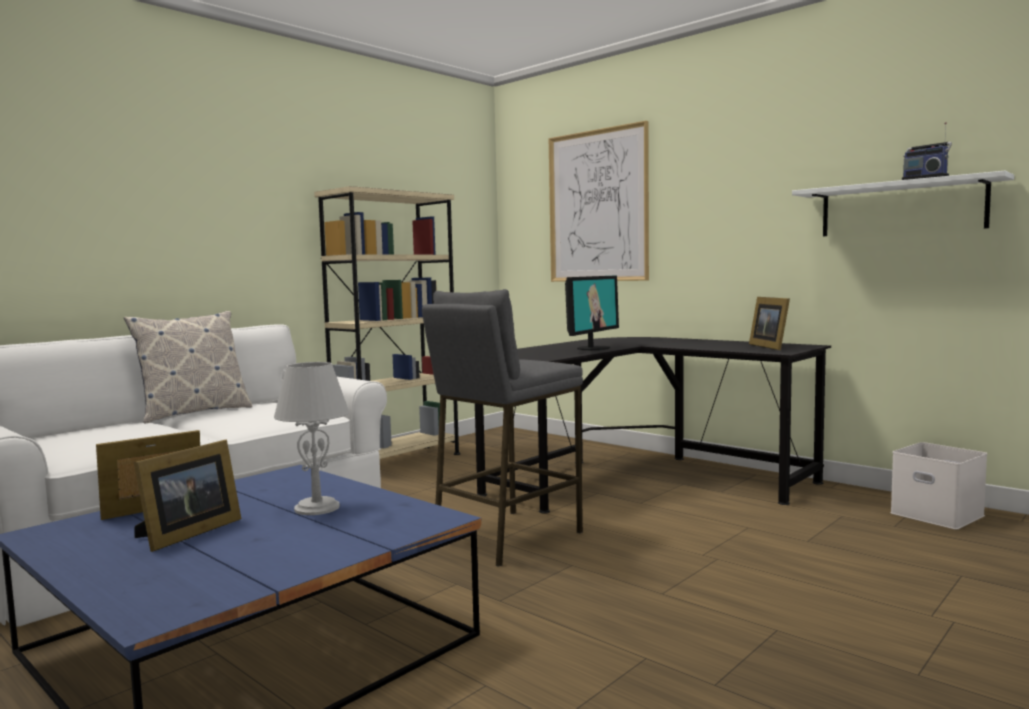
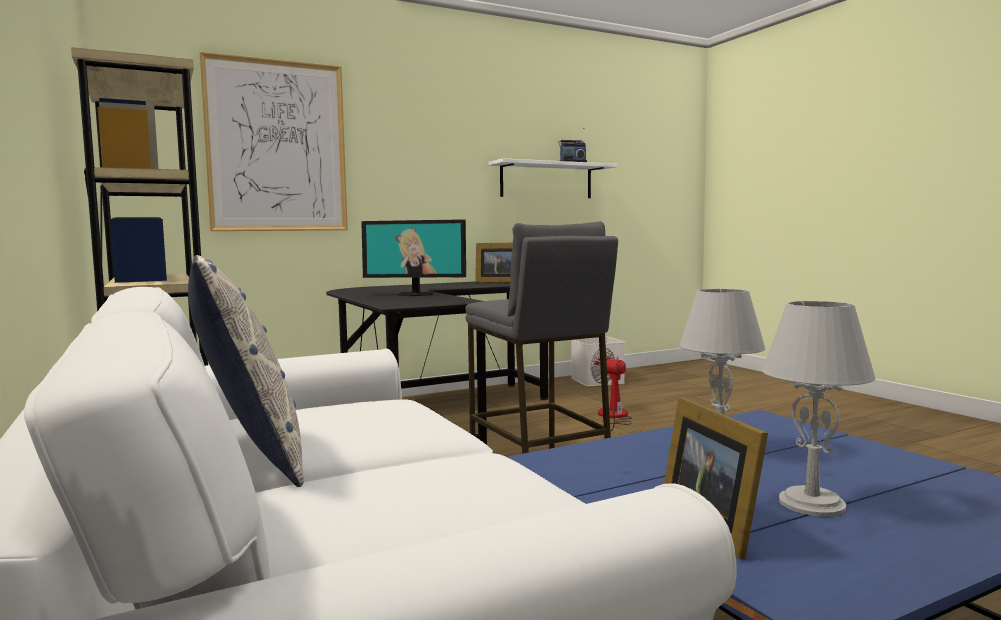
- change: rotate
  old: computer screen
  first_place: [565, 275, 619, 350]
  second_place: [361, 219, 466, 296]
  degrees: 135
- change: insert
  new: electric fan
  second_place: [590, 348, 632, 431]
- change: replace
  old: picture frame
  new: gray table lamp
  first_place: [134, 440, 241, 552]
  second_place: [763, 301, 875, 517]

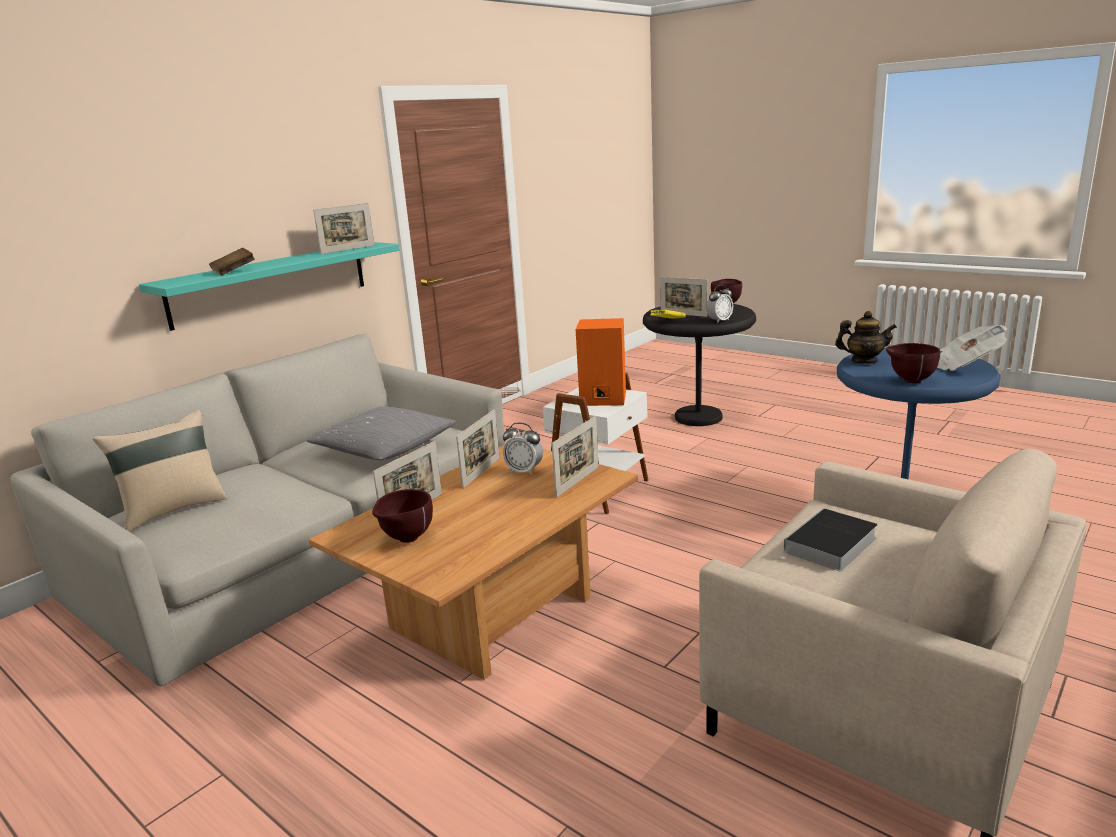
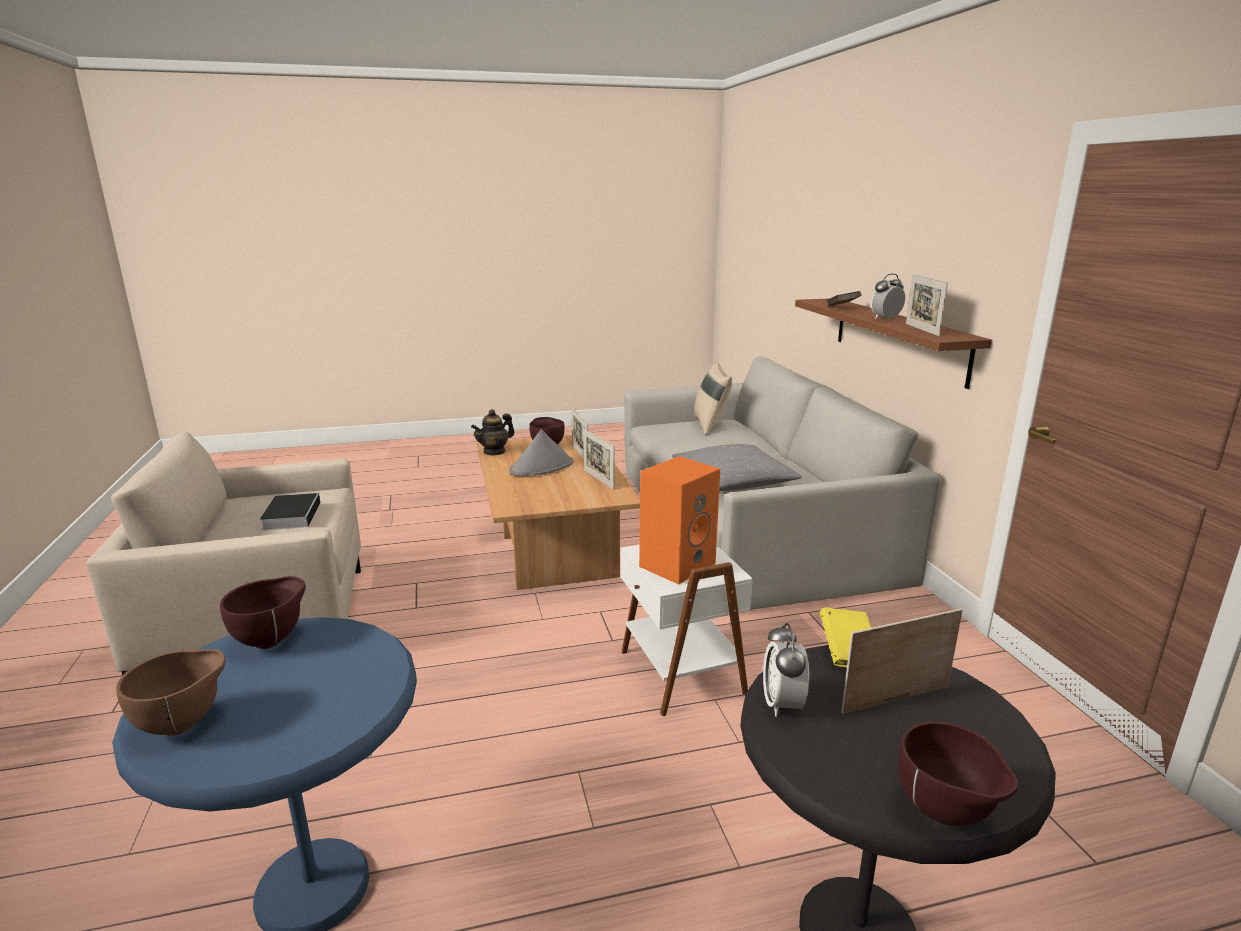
- change: replace
  old: printed paper
  new: brown-coloured bowl
  first_place: [937, 325, 1008, 371]
  second_place: [116, 649, 225, 736]
- change: move
  old: tea pot
  first_place: [835, 311, 897, 364]
  second_place: [471, 409, 515, 456]
- change: insert
  new: gray hat
  second_place: [509, 429, 573, 476]
- change: recolor
  old: blue-green shelf
  new: brown-coloured shelf
  first_place: [139, 242, 399, 331]
  second_place: [795, 298, 992, 389]
- change: move
  old: bedside clock
  first_place: [503, 423, 543, 475]
  second_place: [871, 273, 905, 320]
- change: delete
  old: picture frame
  first_place: [552, 416, 599, 498]

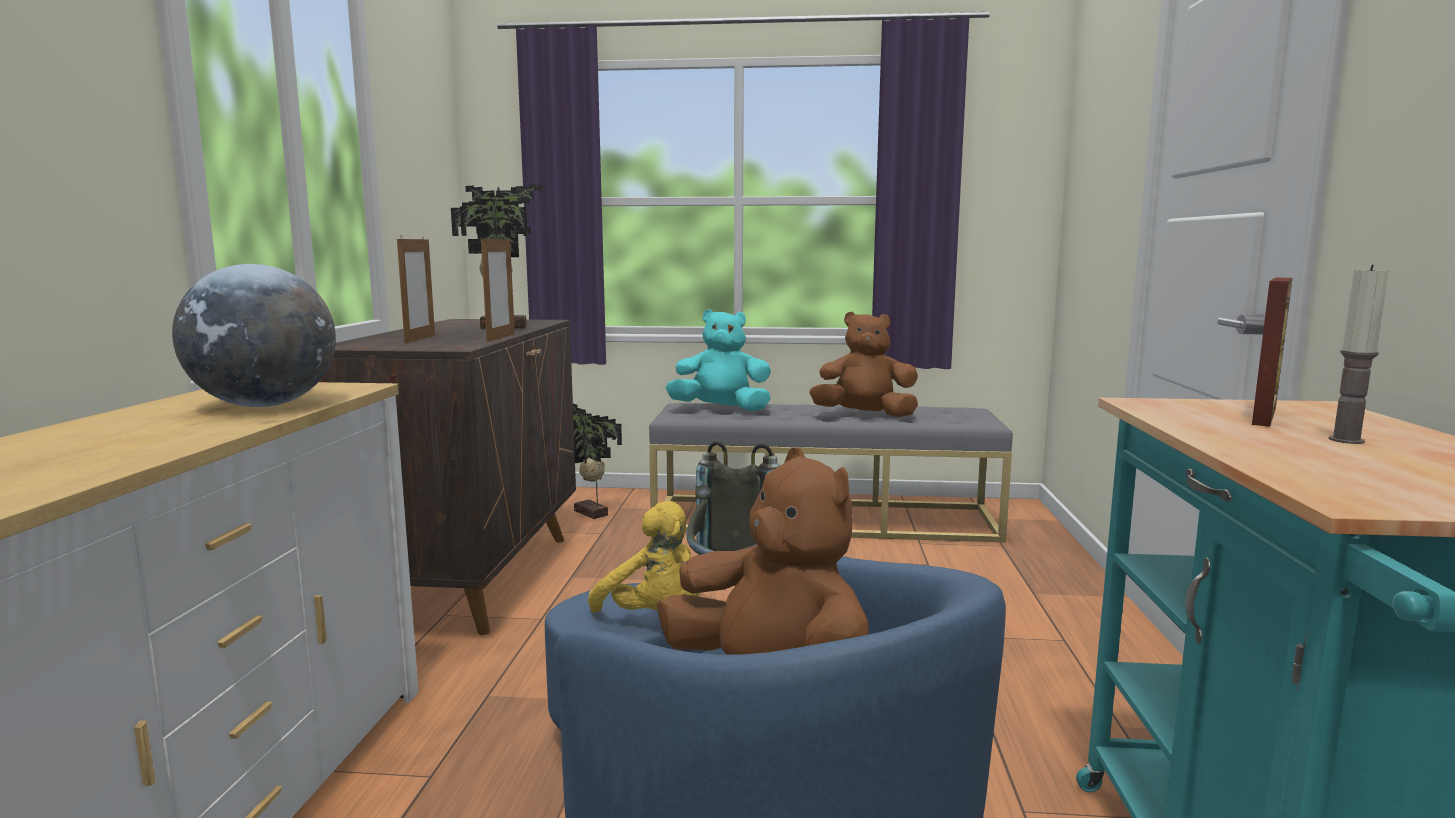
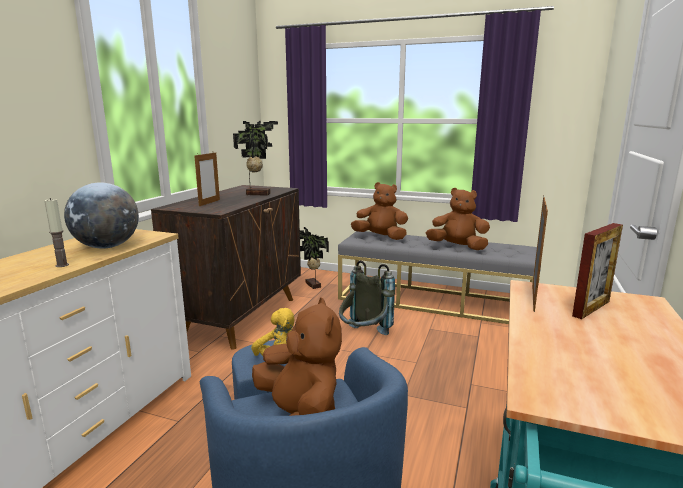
- change: move
  old: candle
  first_place: [1329, 265, 1389, 444]
  second_place: [44, 198, 69, 267]
- change: recolor
  old: blue-green plush toy
  new: brown-coloured plush toy
  first_place: [665, 309, 771, 411]
  second_place: [351, 182, 408, 240]
- change: move
  old: picture frame
  first_place: [481, 236, 515, 342]
  second_place: [532, 196, 548, 312]

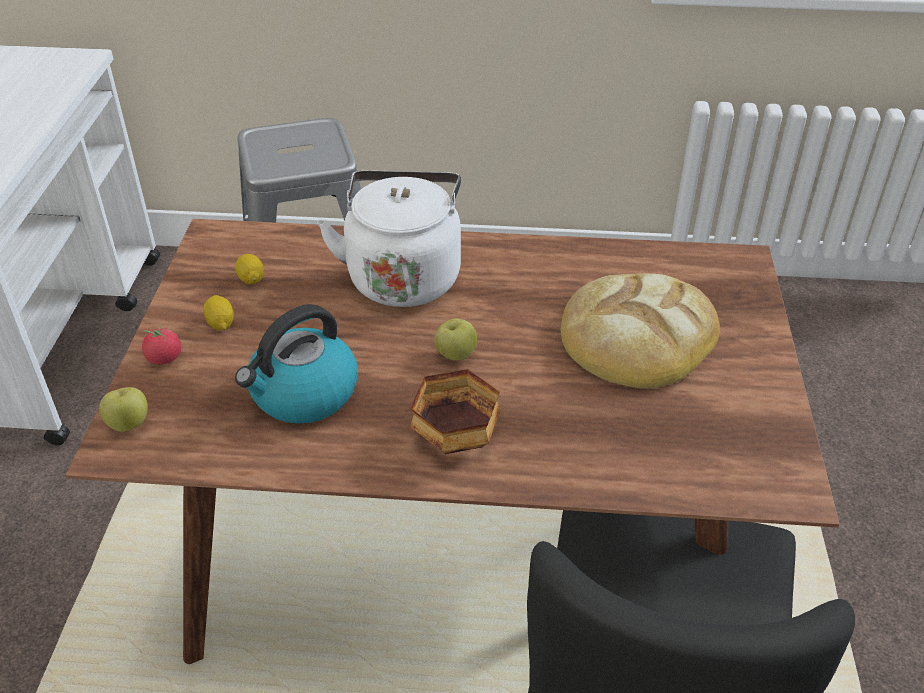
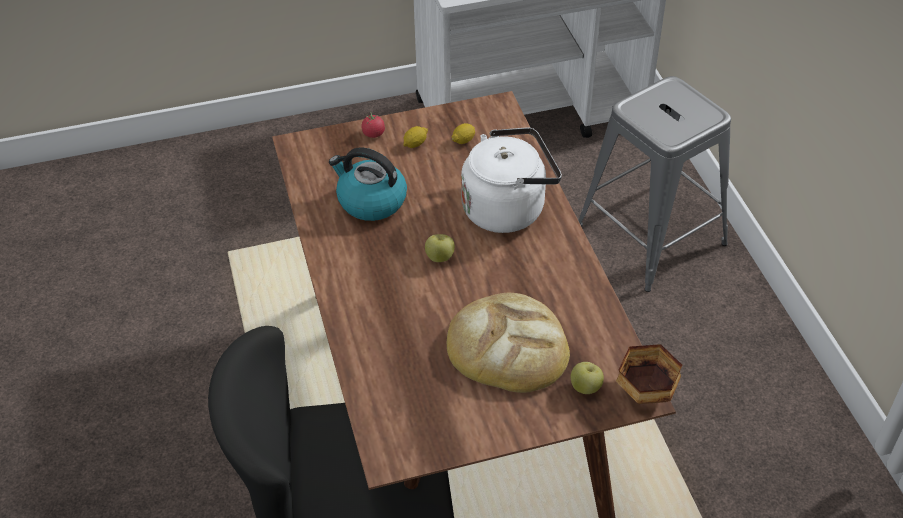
- change: move
  old: apple fruit
  first_place: [99, 387, 148, 432]
  second_place: [571, 362, 604, 394]
- change: move
  old: bowl
  first_place: [410, 369, 500, 454]
  second_place: [616, 344, 682, 404]

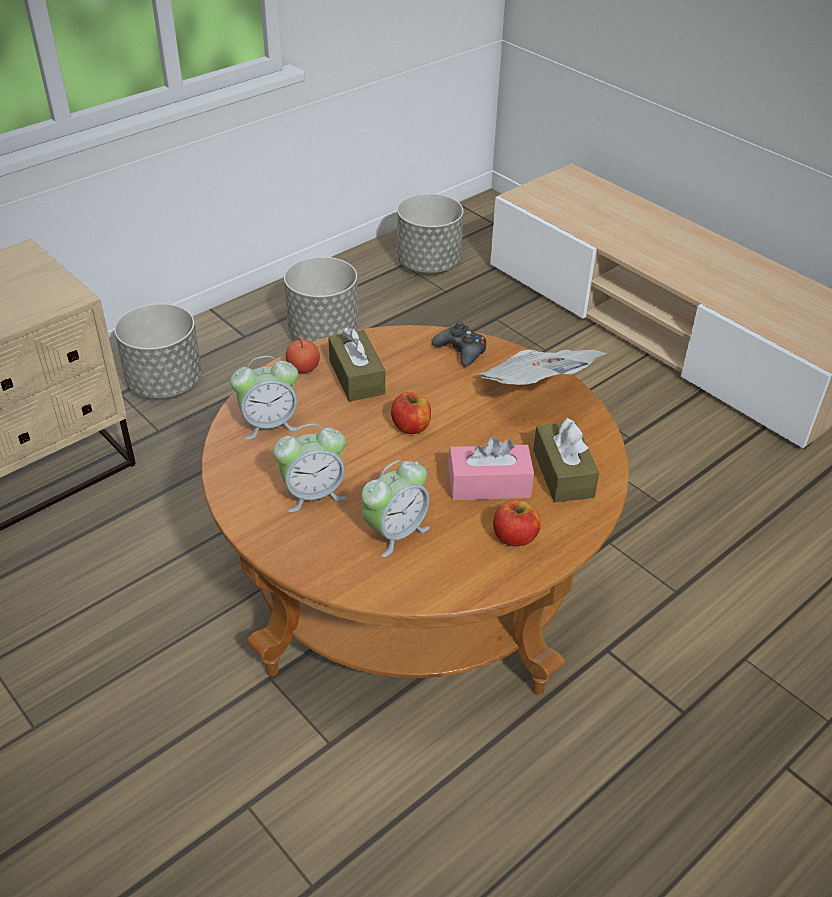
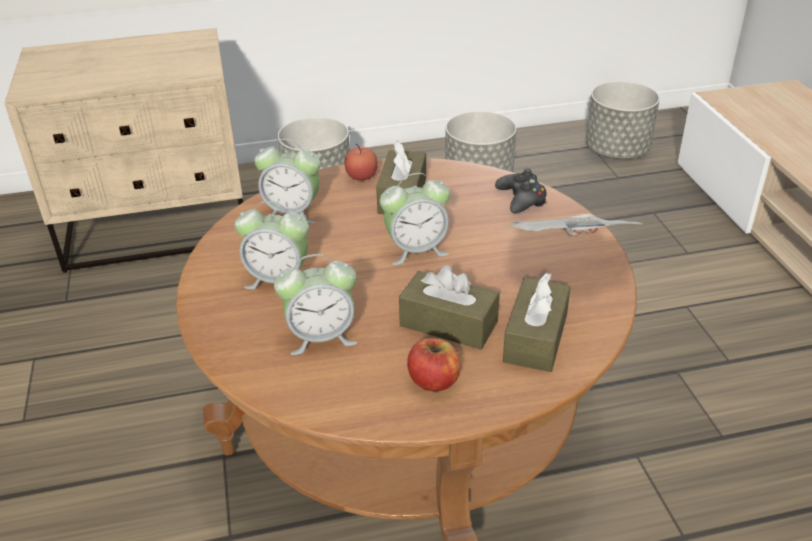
- change: replace
  old: apple fruit
  new: bedside clock
  first_place: [391, 392, 431, 434]
  second_place: [380, 173, 450, 265]
- change: recolor
  old: pink tissue holder
  new: brown-coloured tissue holder
  first_place: [448, 436, 534, 500]
  second_place: [399, 265, 500, 350]

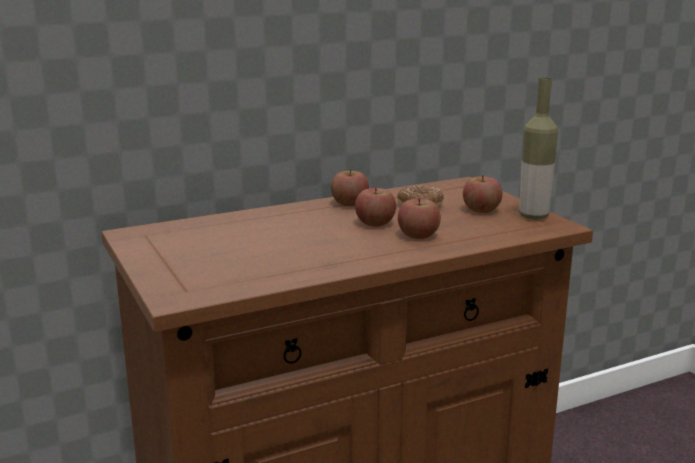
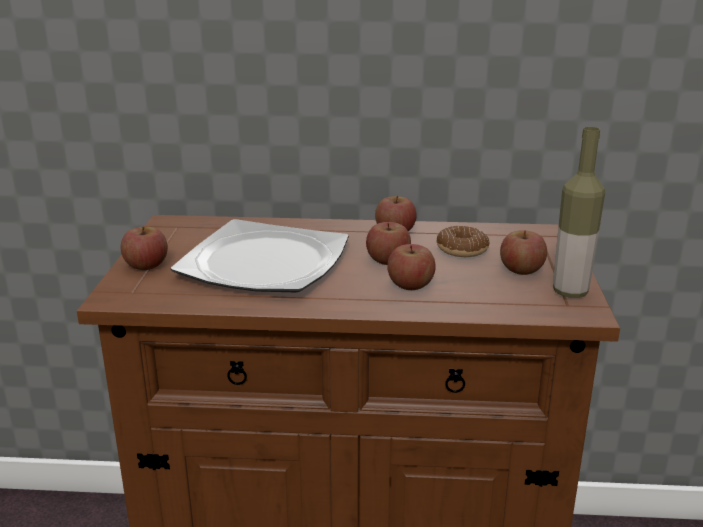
- change: insert
  new: apple fruit
  second_place: [121, 226, 168, 270]
- change: insert
  new: plate
  second_place: [171, 219, 349, 292]

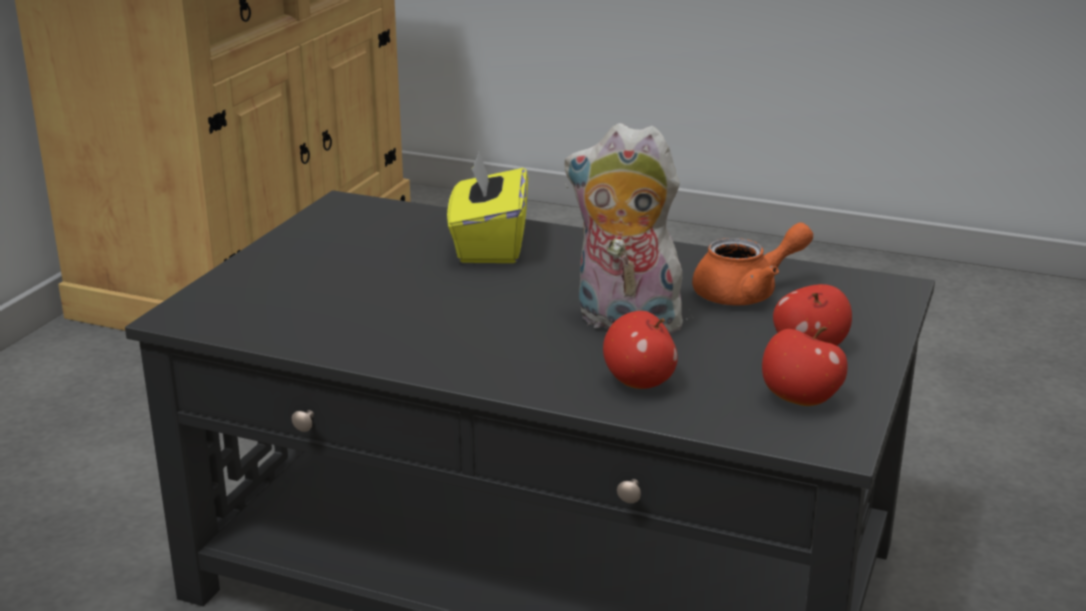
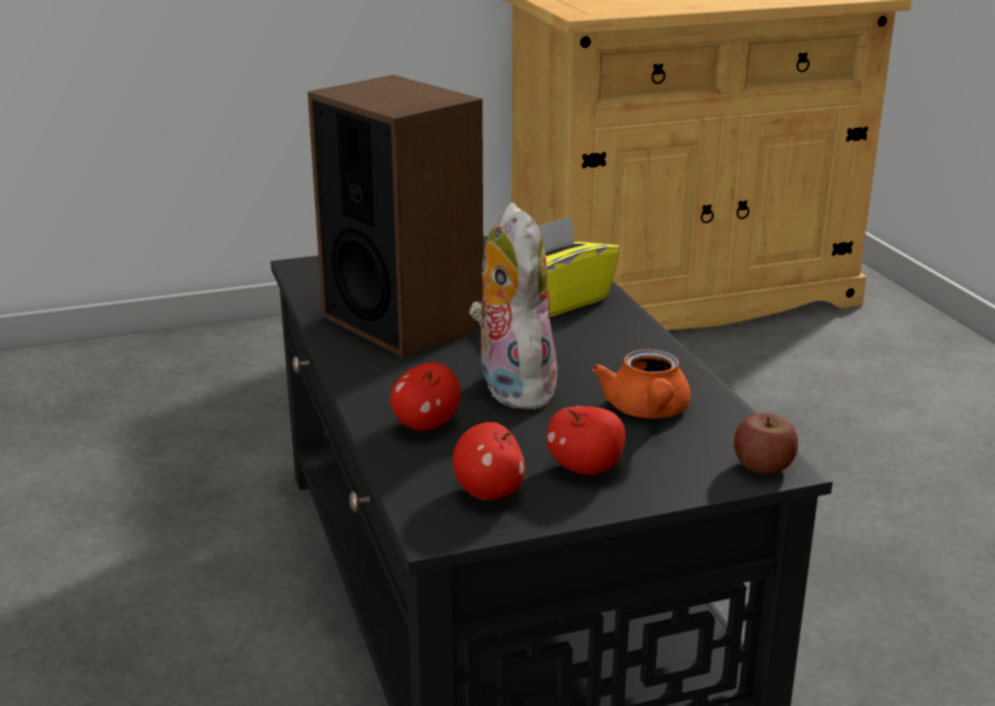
- change: insert
  new: loudspeaker
  second_place: [308, 75, 483, 358]
- change: rotate
  old: orange-coloured tea pot
  first_place: [692, 222, 813, 305]
  second_place: [592, 349, 691, 418]
  degrees: 60
- change: insert
  new: apple fruit
  second_place: [734, 413, 798, 475]

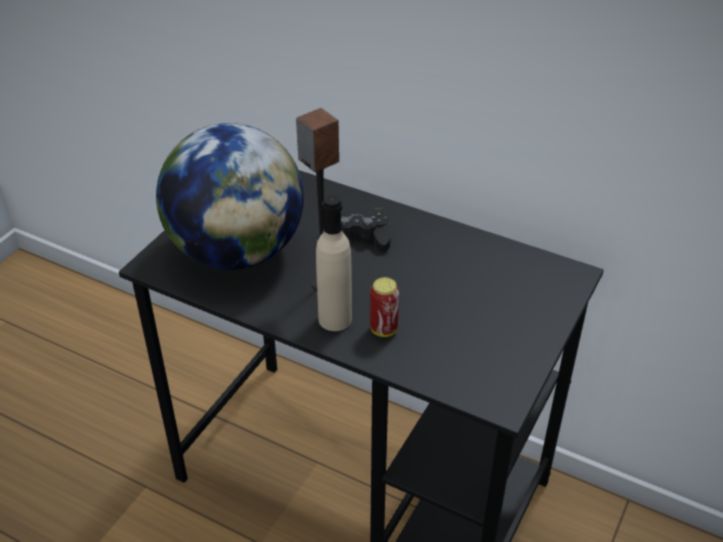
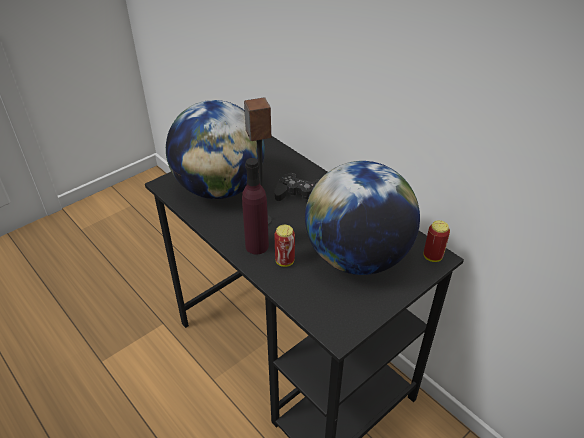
- change: recolor
  old: beige-coloured beverage bottle
  new: purple-coloured beverage bottle
  first_place: [316, 195, 352, 331]
  second_place: [242, 158, 269, 255]
- change: insert
  new: globe
  second_place: [305, 161, 420, 275]
- change: insert
  new: metal can
  second_place: [424, 220, 450, 262]

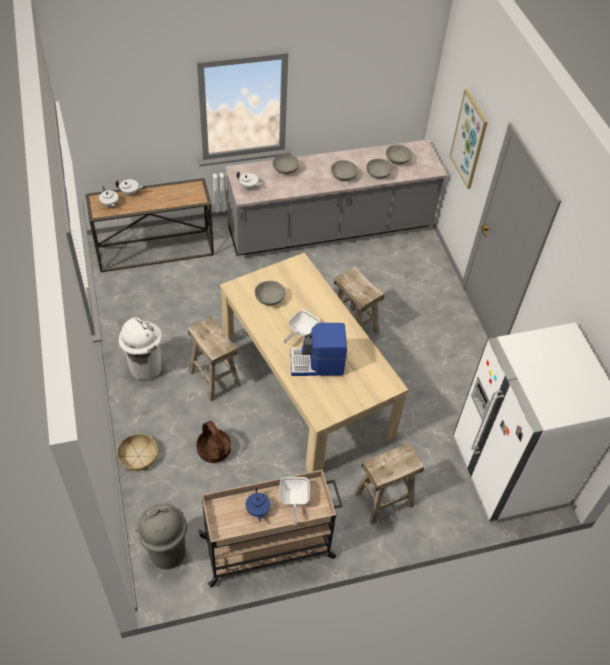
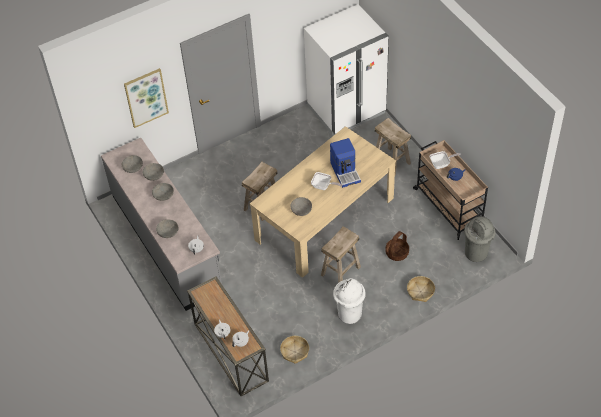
- change: insert
  new: storage basket
  second_place: [280, 336, 309, 364]

